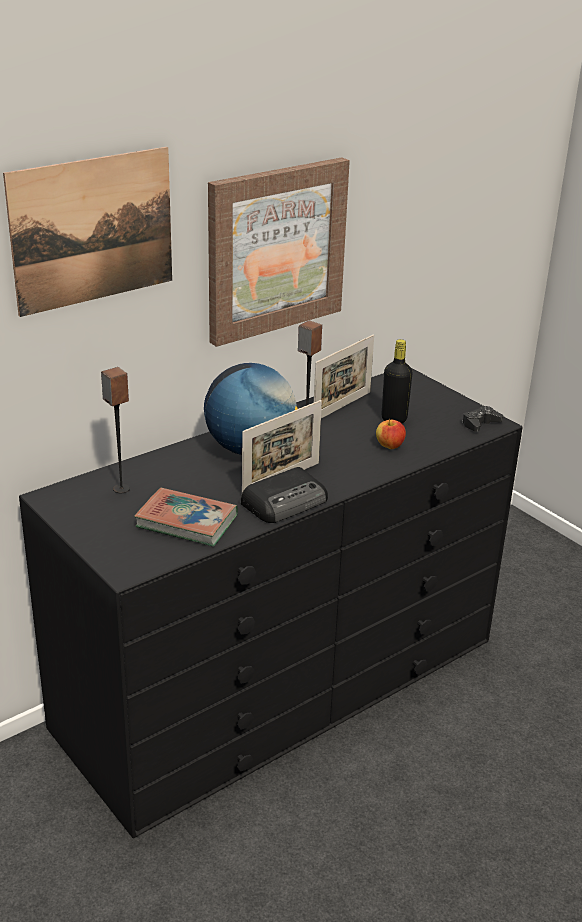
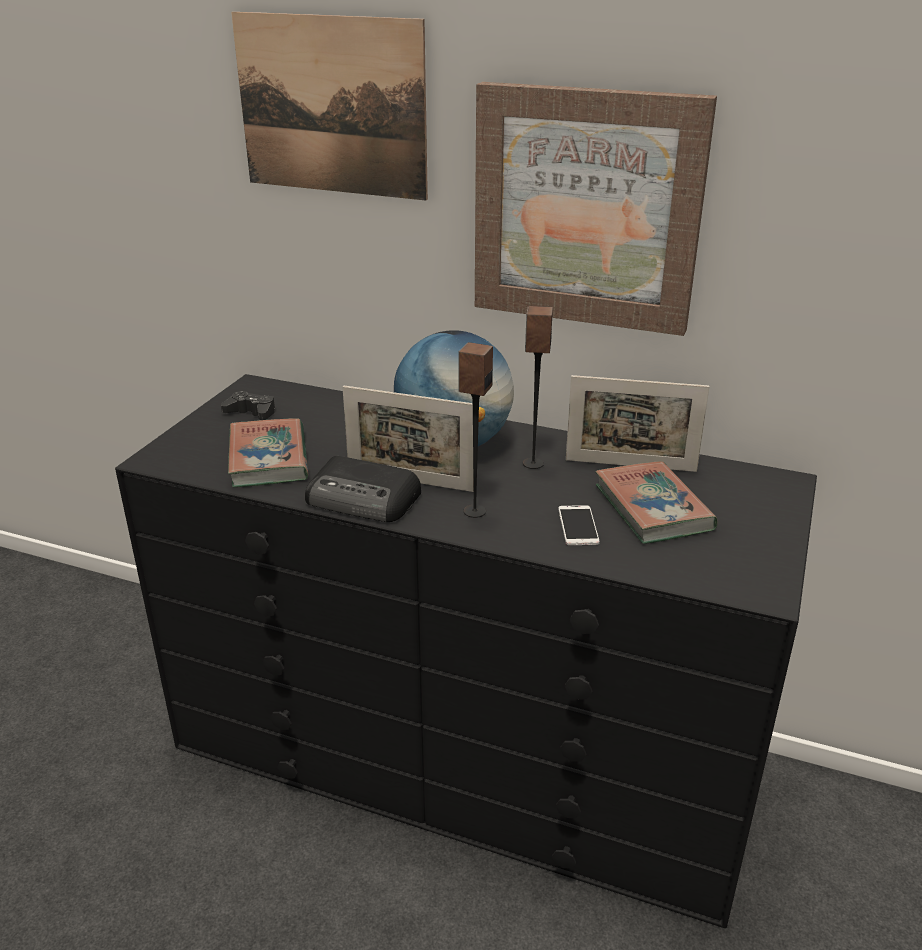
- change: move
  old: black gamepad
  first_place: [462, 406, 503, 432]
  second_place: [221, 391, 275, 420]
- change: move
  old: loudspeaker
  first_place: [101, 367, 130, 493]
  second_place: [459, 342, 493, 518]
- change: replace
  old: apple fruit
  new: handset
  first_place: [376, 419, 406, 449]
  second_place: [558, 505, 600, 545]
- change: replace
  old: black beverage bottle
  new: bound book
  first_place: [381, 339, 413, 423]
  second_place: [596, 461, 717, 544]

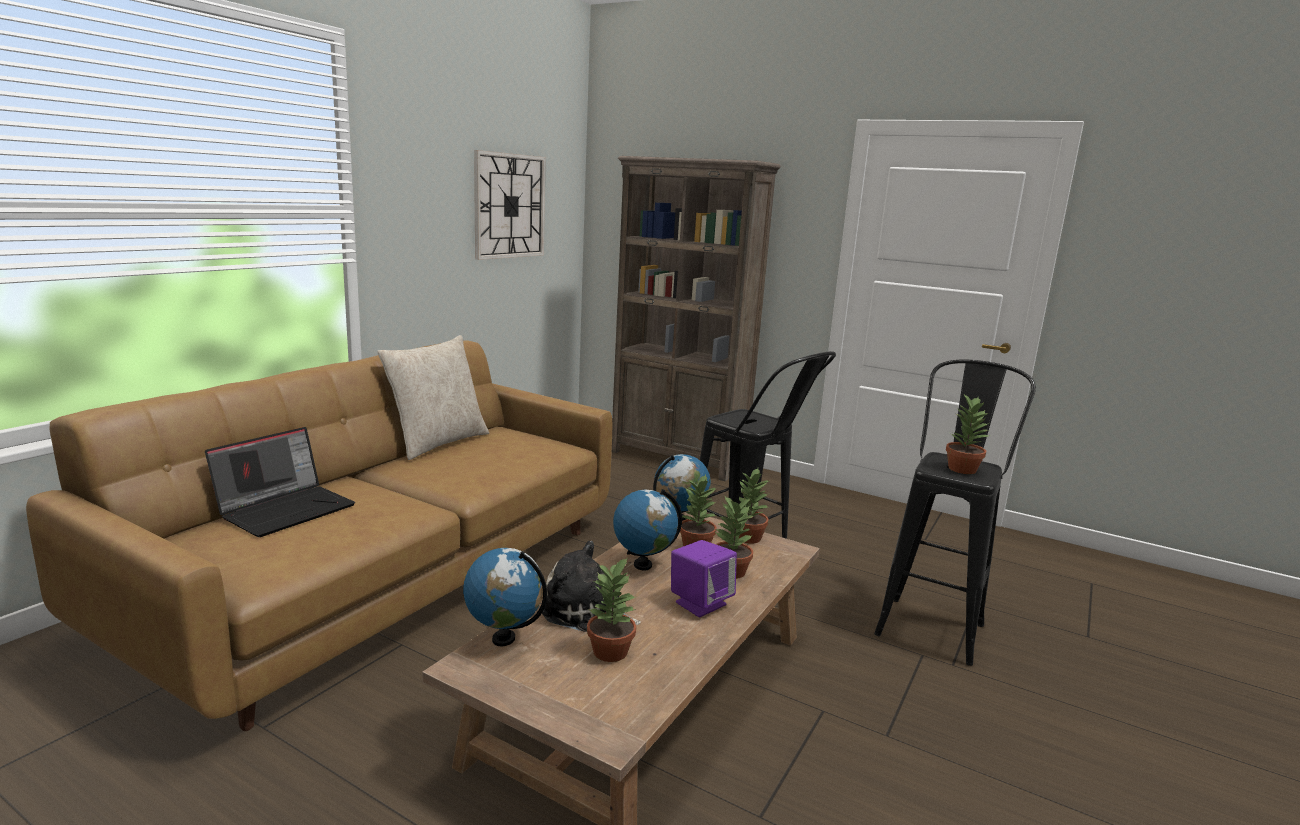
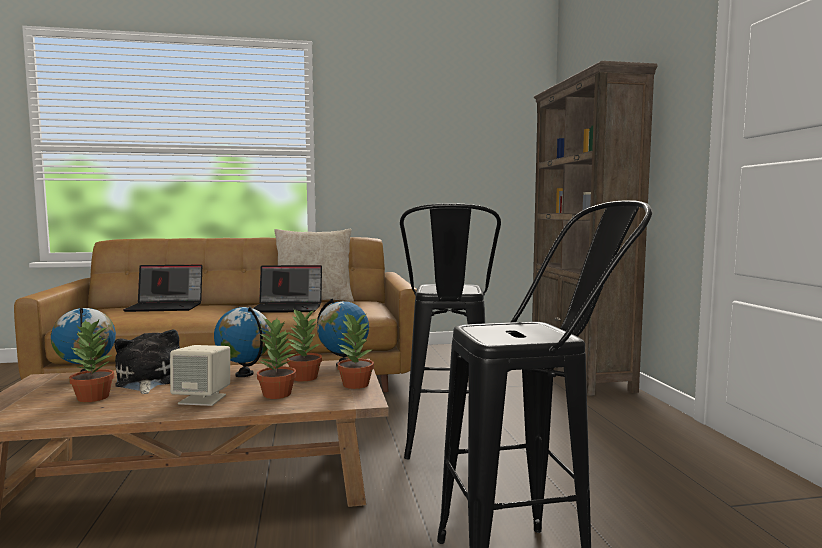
- change: recolor
  old: purple-coloured loudspeaker
  new: beige-coloured loudspeaker
  first_place: [671, 540, 737, 617]
  second_place: [170, 345, 230, 406]
- change: insert
  new: portable computer
  second_place: [253, 265, 322, 312]
- change: delete
  old: hanging clock
  first_place: [474, 150, 546, 260]
- change: delete
  old: plant in a pot
  first_place: [946, 395, 989, 474]

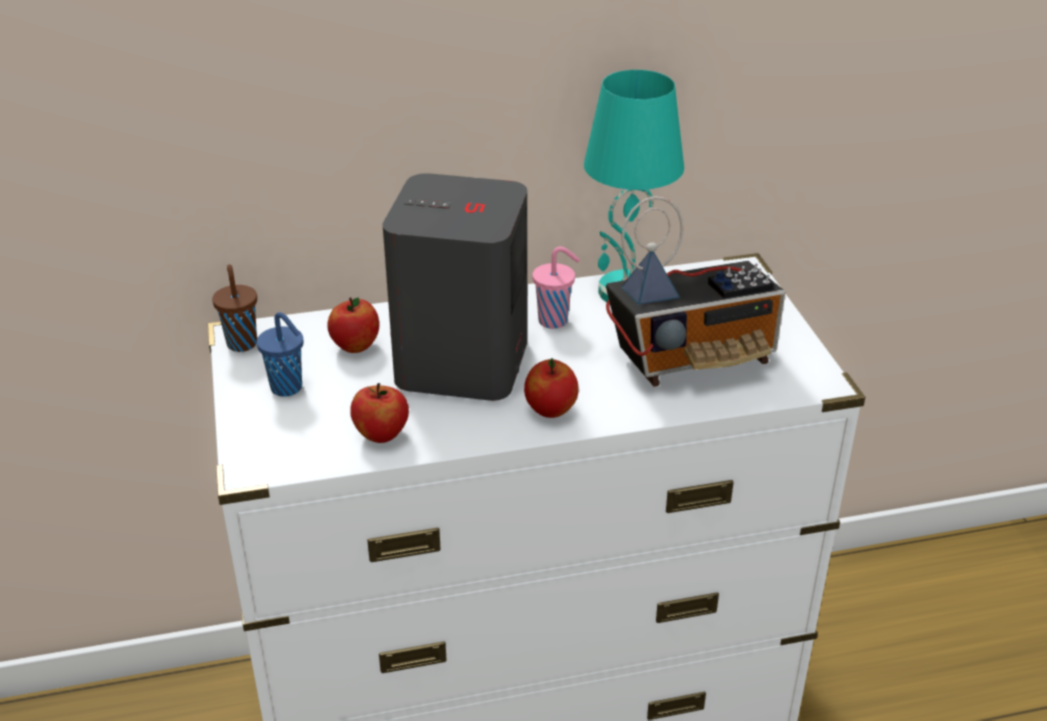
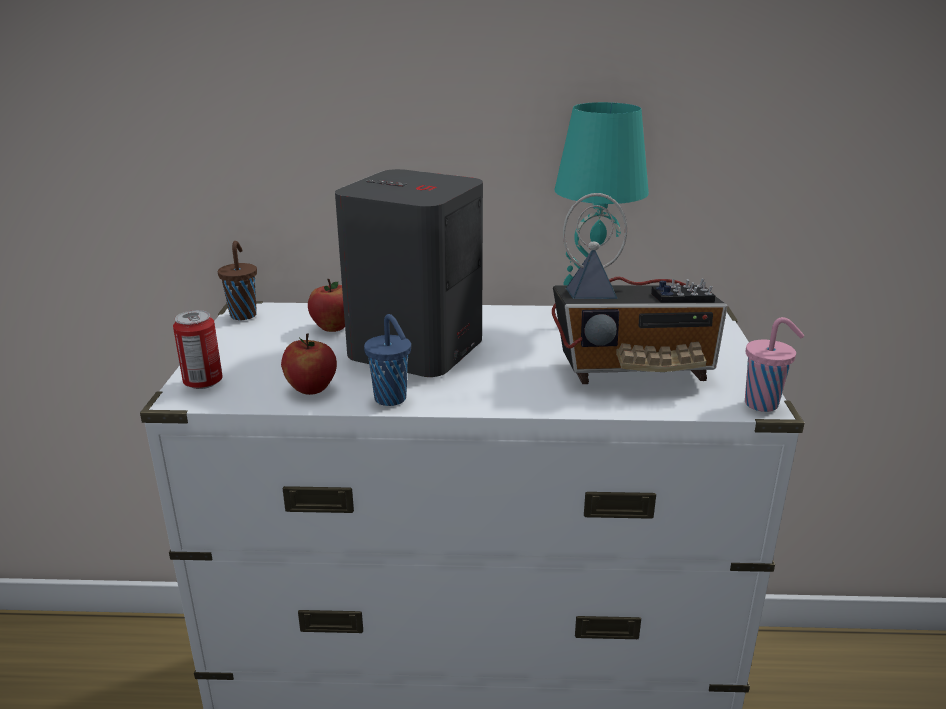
- change: insert
  new: metal can
  second_place: [173, 310, 223, 389]
- change: move
  old: blue-coloured cup
  first_place: [257, 312, 303, 397]
  second_place: [364, 314, 411, 406]
- change: move
  old: pink cup
  first_place: [532, 247, 580, 329]
  second_place: [745, 317, 804, 412]
- change: delete
  old: apple fruit
  first_place: [524, 358, 578, 418]

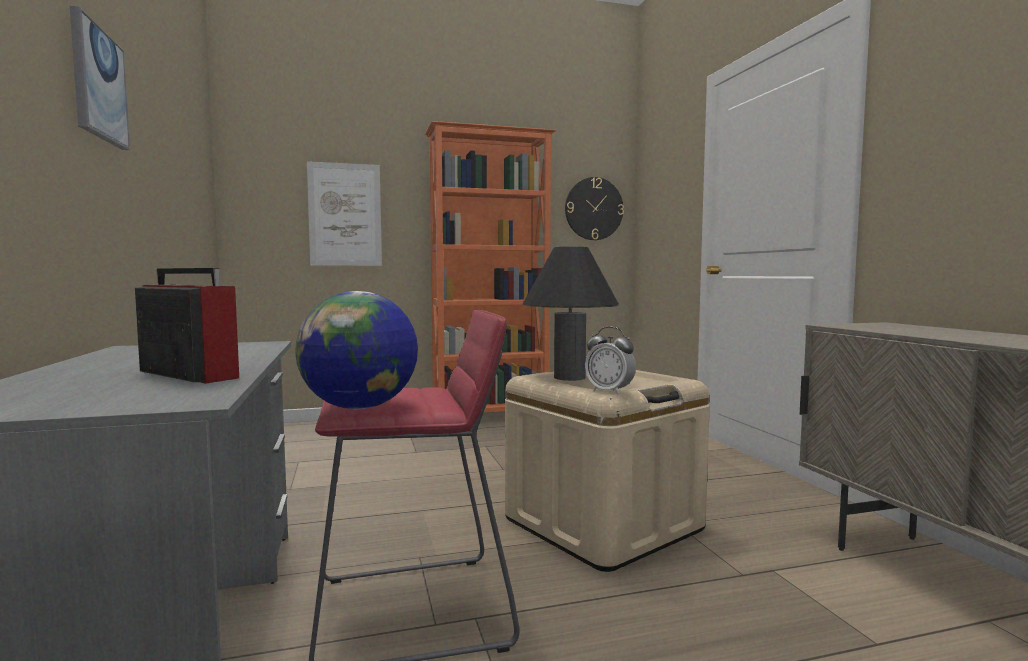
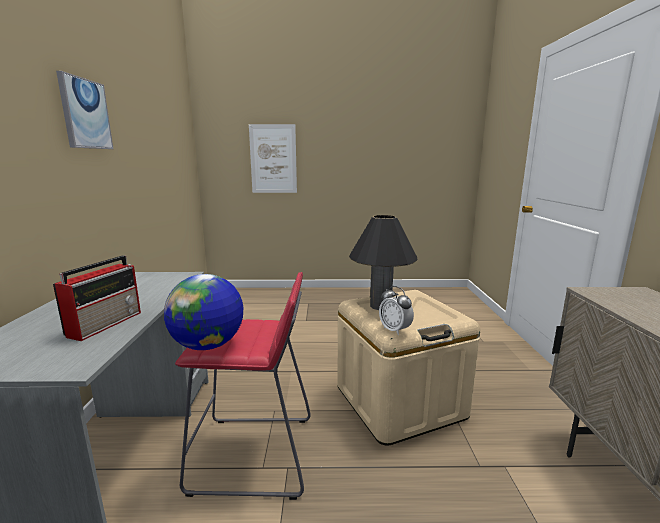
- change: rotate
  old: radio receiver
  first_place: [135, 268, 239, 384]
  second_place: [53, 255, 141, 341]
  degrees: 60
- change: delete
  old: orange-coloured shelving unit
  first_place: [425, 121, 556, 413]
- change: delete
  old: hanging clock
  first_place: [565, 177, 624, 240]

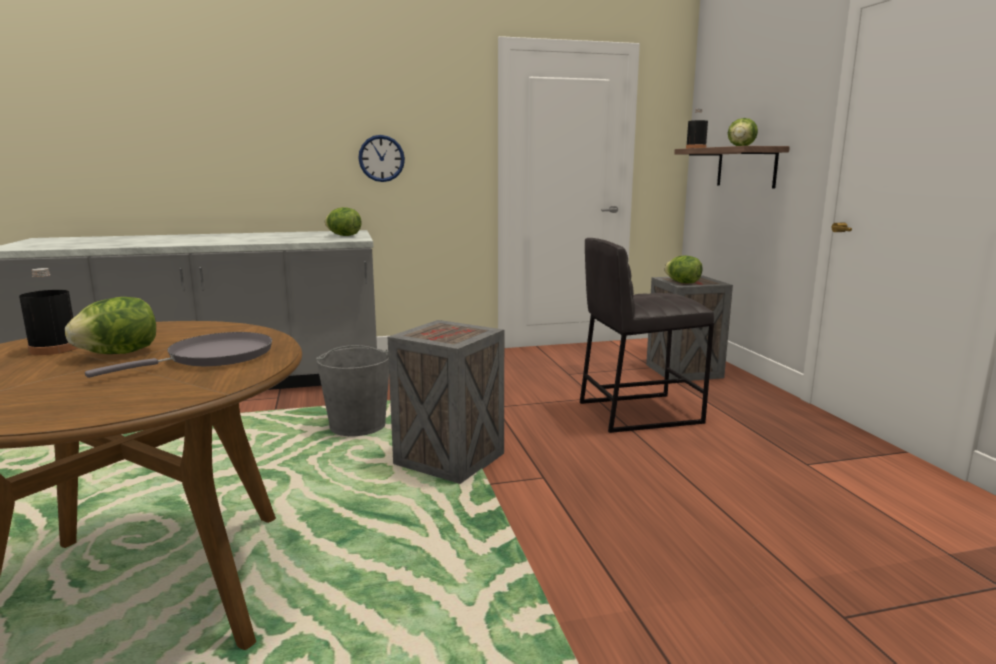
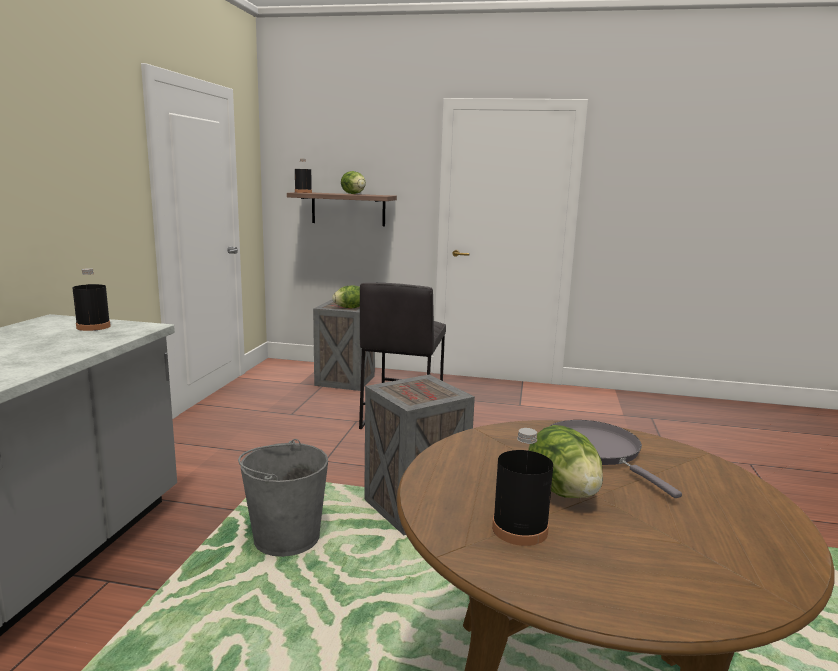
- change: replace
  old: lettuce head
  new: black beverage bottle
  first_place: [325, 207, 362, 236]
  second_place: [72, 268, 111, 331]
- change: delete
  old: hanging clock
  first_place: [358, 135, 405, 182]

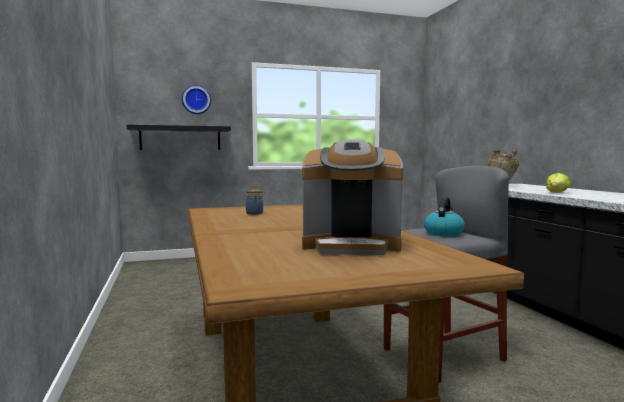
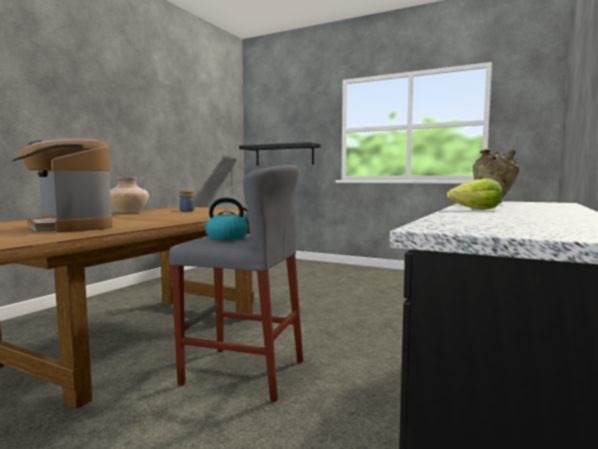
- change: insert
  new: beige-coloured decorative vase
  second_place: [110, 177, 149, 213]
- change: delete
  old: hanging clock
  first_place: [182, 85, 211, 114]

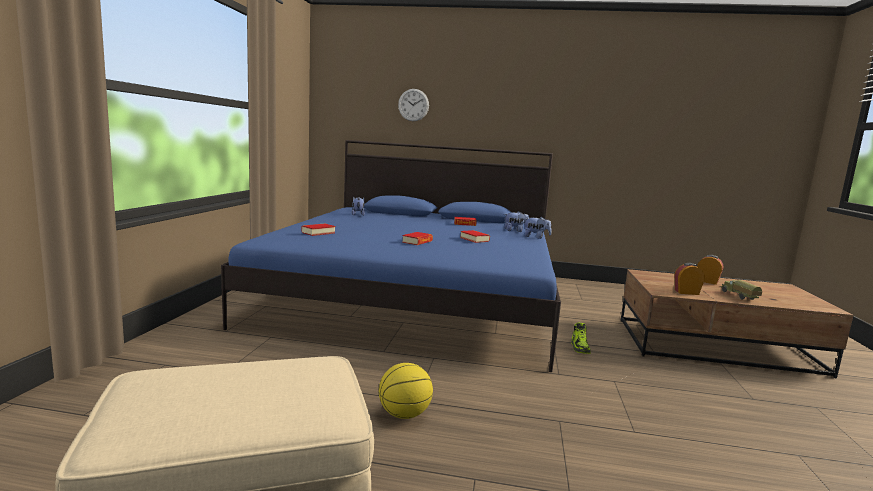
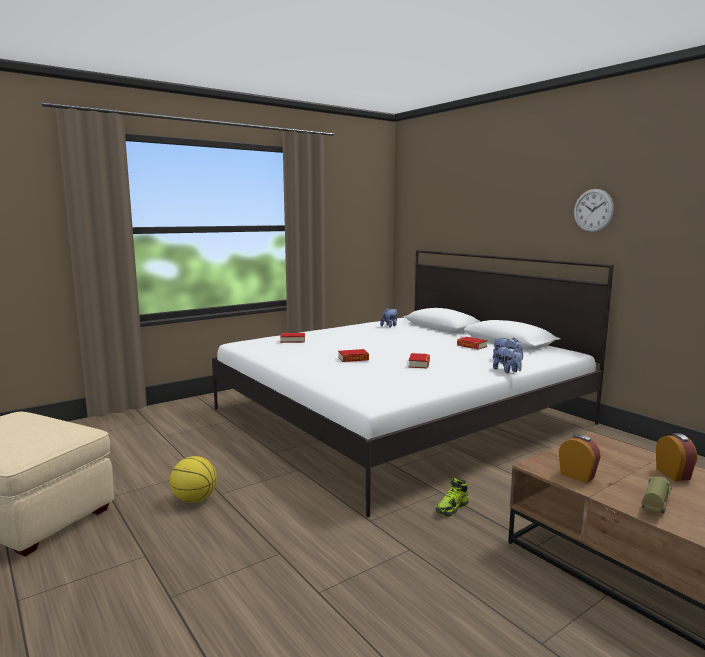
- change: recolor
  old: blue-coloured sleeping bed
  new: white sleeping bed
  first_place: [221, 140, 561, 372]
  second_place: [212, 250, 614, 517]
- change: move
  old: hanging clock
  first_place: [398, 89, 429, 121]
  second_place: [574, 189, 614, 232]

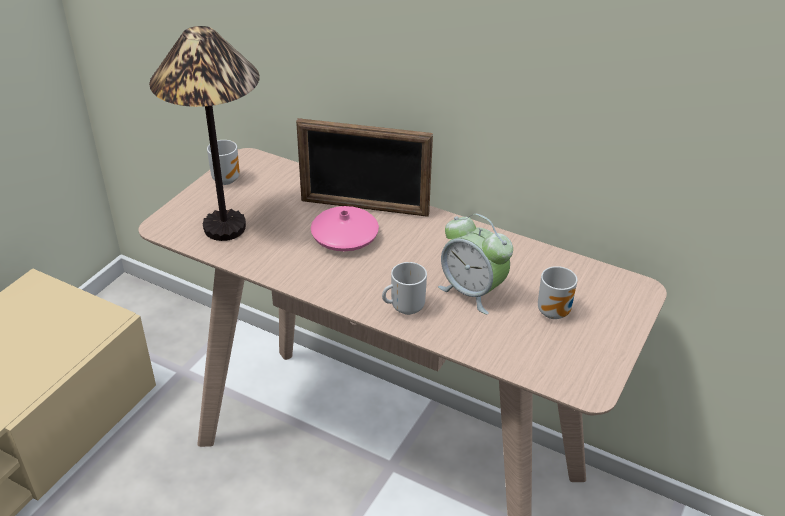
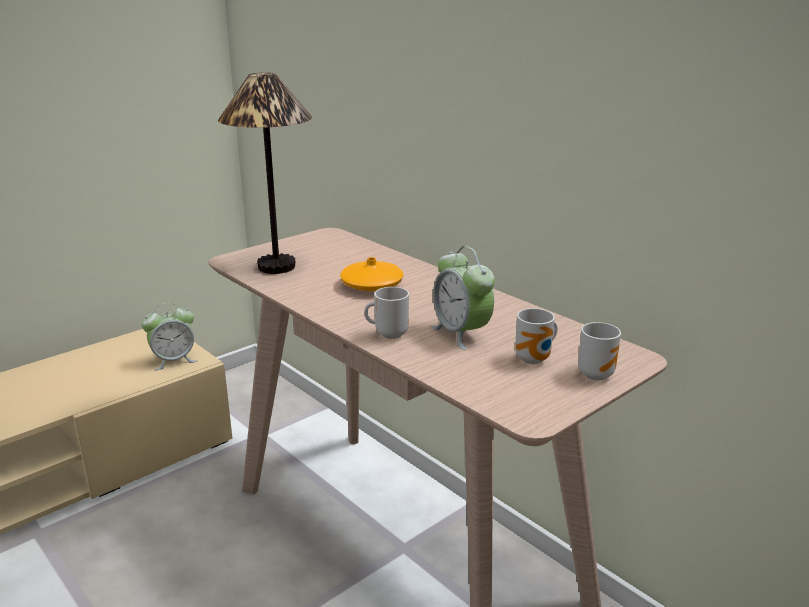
- change: insert
  new: bedside clock
  second_place: [141, 303, 197, 371]
- change: recolor
  old: pink decorative vase
  new: orange-coloured decorative vase
  first_place: [311, 206, 379, 251]
  second_place: [340, 257, 404, 291]
- change: move
  old: mug
  first_place: [207, 140, 240, 185]
  second_place: [578, 322, 621, 381]
- change: delete
  old: picture frame
  first_place: [296, 118, 433, 217]

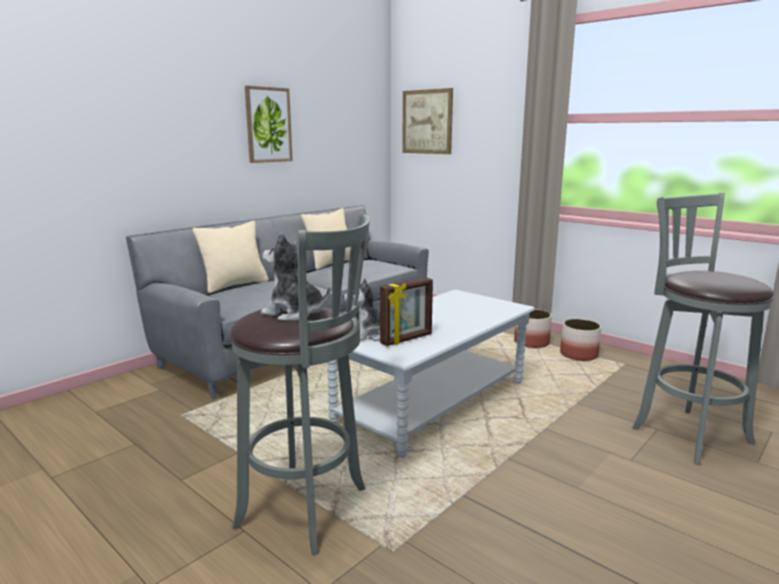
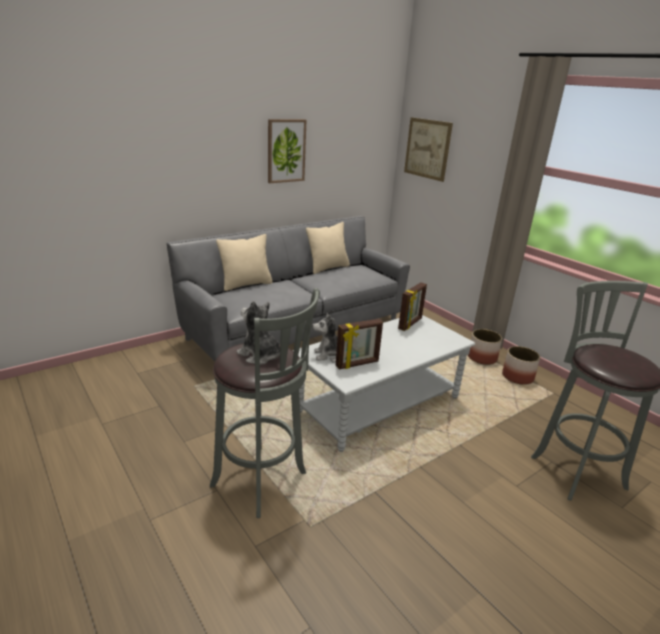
- change: insert
  new: picture frame
  second_place: [398, 282, 427, 331]

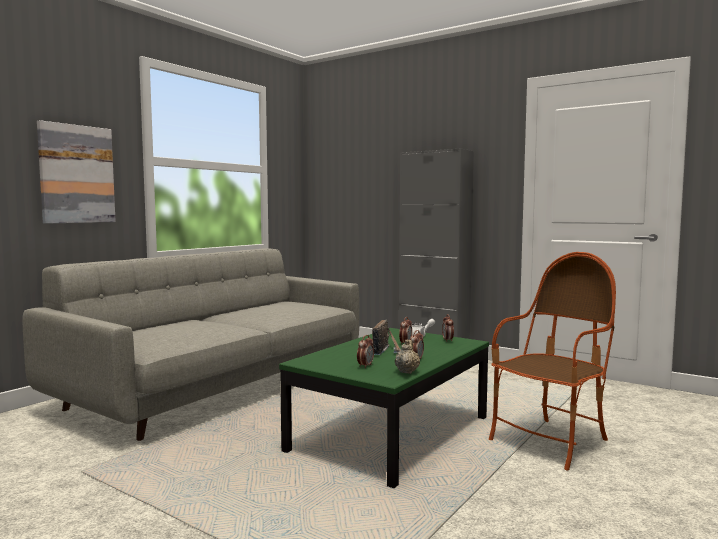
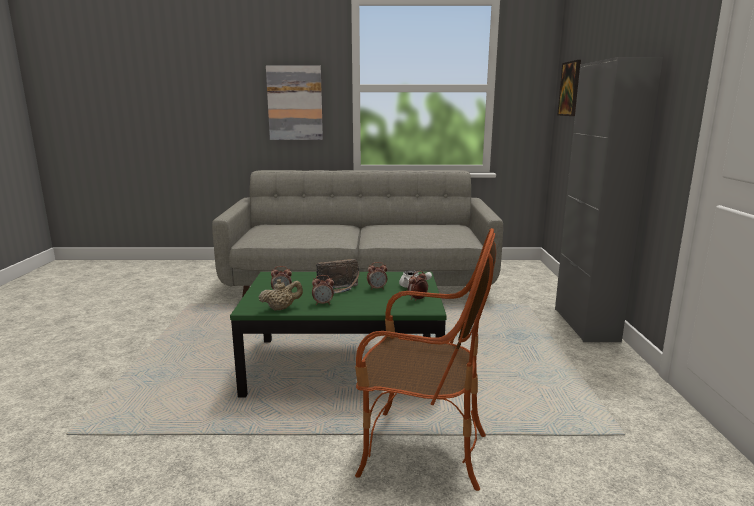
- change: insert
  new: wall picture
  second_place: [557, 60, 581, 116]

